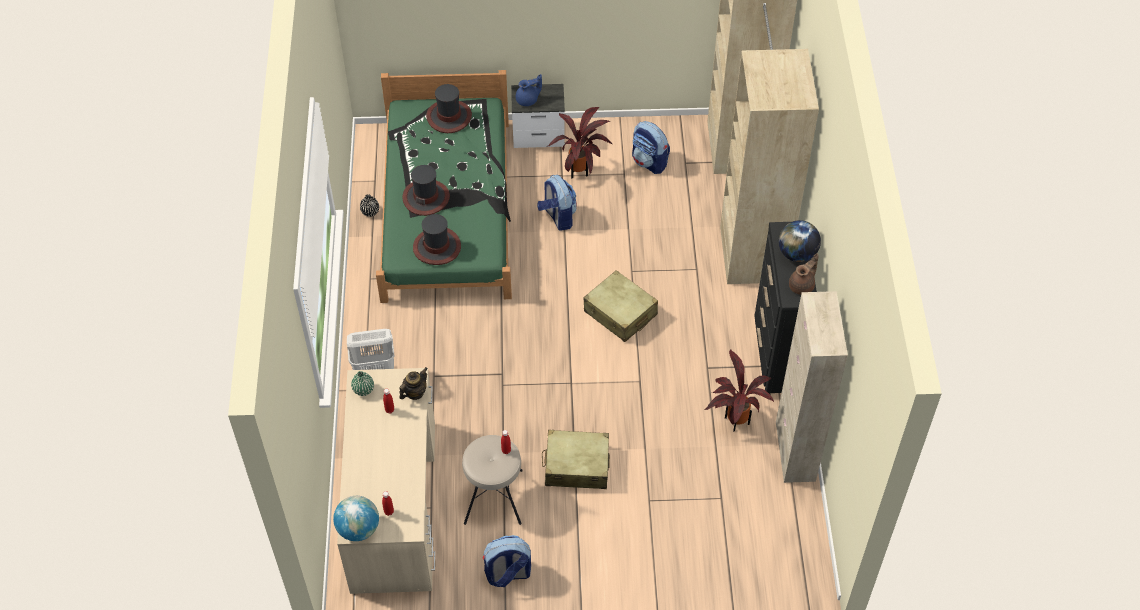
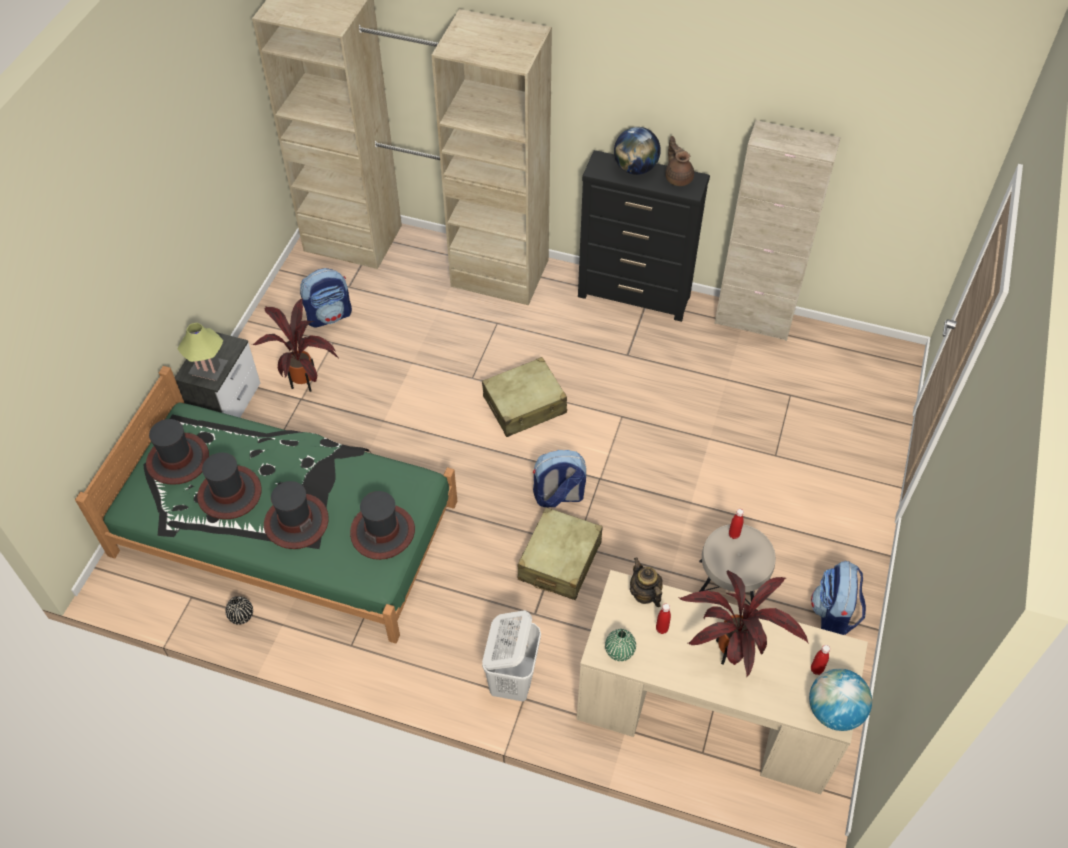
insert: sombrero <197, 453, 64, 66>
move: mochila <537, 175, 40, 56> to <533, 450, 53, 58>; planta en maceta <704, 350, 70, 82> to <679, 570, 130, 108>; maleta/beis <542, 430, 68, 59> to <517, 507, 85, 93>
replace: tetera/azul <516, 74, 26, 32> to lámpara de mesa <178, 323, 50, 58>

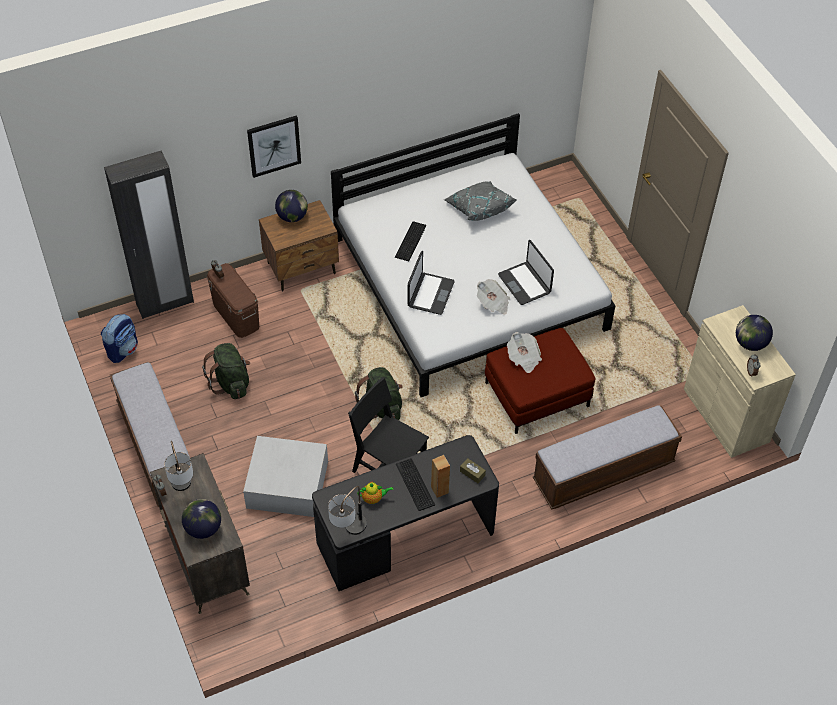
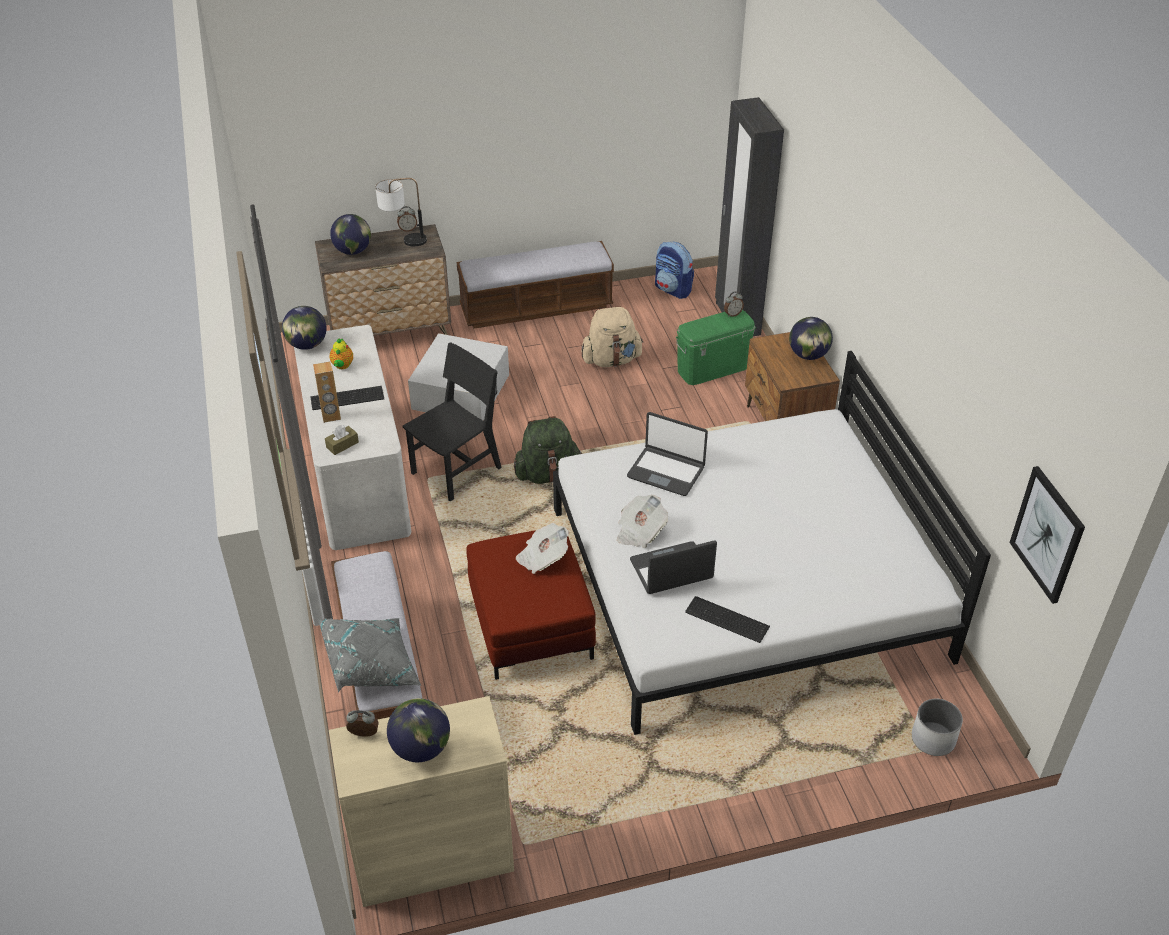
insert: maceta/blanco <912, 699, 51, 57>
move: cuadro <247, 115, 54, 63> to <1010, 466, 75, 138>; cojín/gris <444, 181, 73, 40> to <318, 618, 104, 74>; teclado <395, 221, 32, 40> to <685, 596, 85, 47>
replace: lámpara de mesa <328, 486, 39, 49> to globo terráqueo <282, 306, 45, 44>
recolor: caja de almacenaje/marrón <207, 263, 52, 75> to caja de almacenaje/verde <676, 310, 80, 75>; mochila/verde <202, 343, 48, 56> to mochila/beis <581, 306, 62, 61>; escritorio/negro <312, 435, 187, 156> to escritorio/blanco <294, 325, 117, 225>

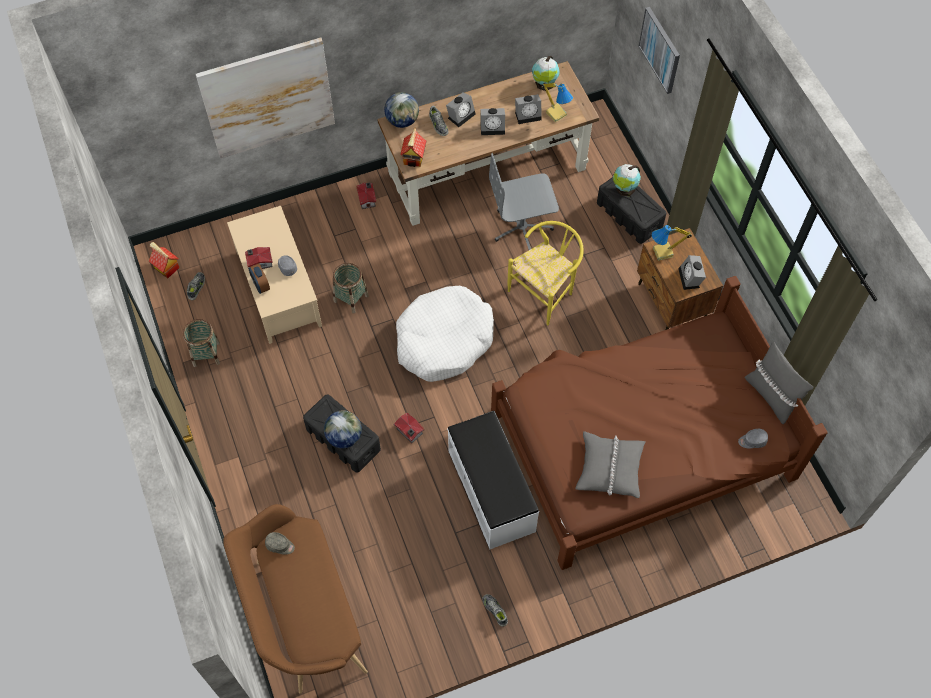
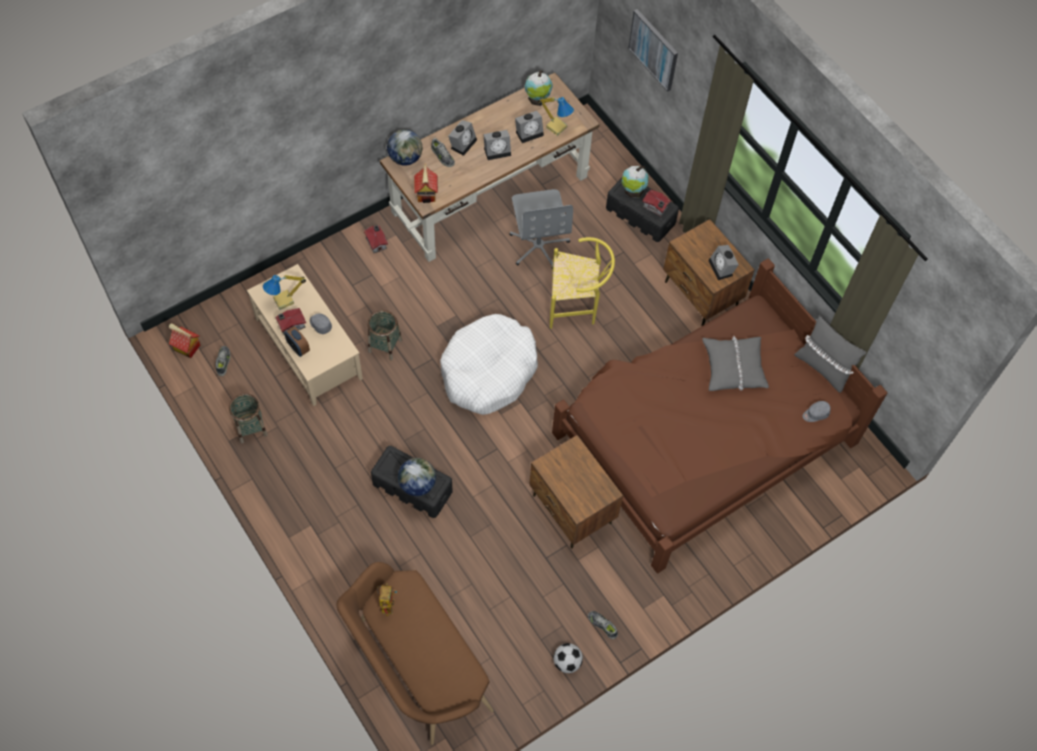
delete: cuadro <196, 37, 139, 122>
insert: balón de fútbol <553, 643, 30, 30>
move: lámpara de mesa <652, 225, 40, 36> to <263, 275, 43, 35>; casita <394, 413, 31, 30> to <642, 190, 29, 27>; cojín/gris <575, 431, 71, 67> to <702, 336, 67, 55>
replace: banco/blanco <447, 411, 92, 139> to mesita de noche/marrón <529, 435, 94, 114>; gorra/gris <265, 532, 30, 23> to robot de juguete <377, 583, 20, 33>
rotate: silla de oficina/gris <489, 153, 70, 98> = <509, 189, 64, 81> 75 degrees counterclockwise; silla/amarillo <508, 221, 76, 104> = <550, 237, 65, 92> 60 degrees clockwise

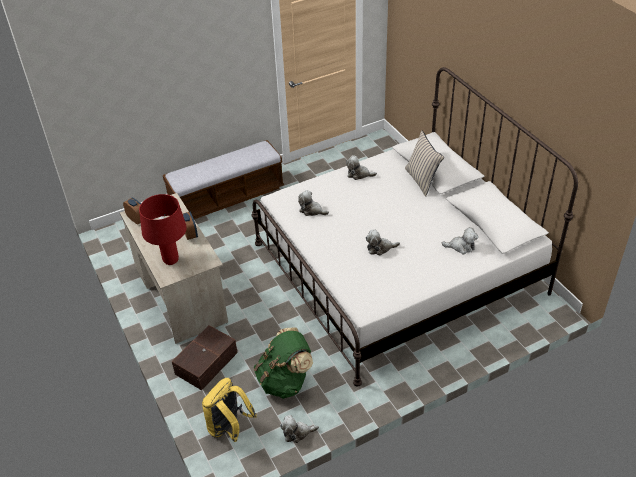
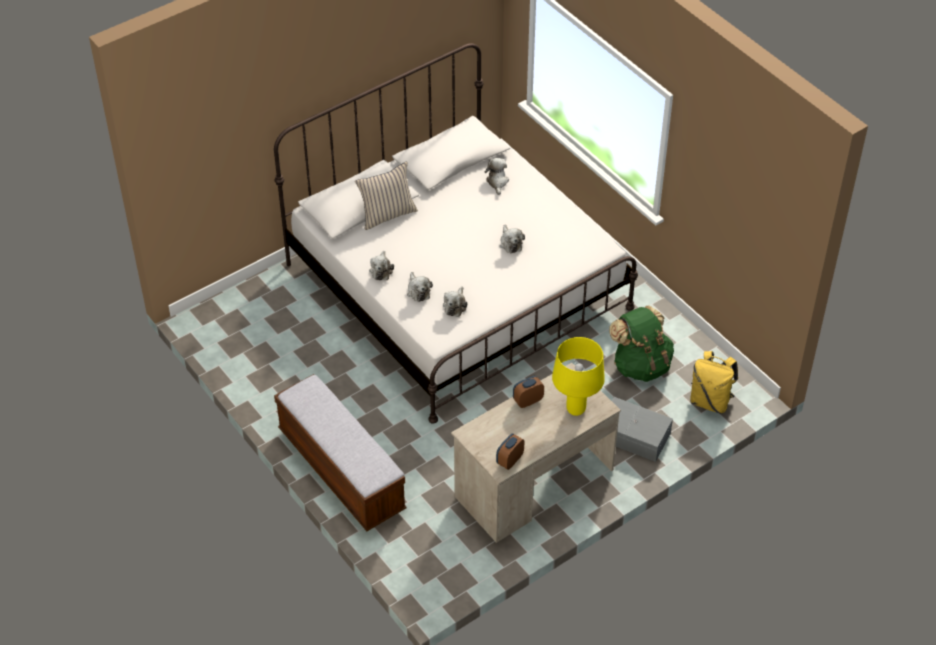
move: peluche <280, 415, 39, 28> to <407, 272, 26, 30>
recolor: lámpara de mesa/rojo <139, 194, 48, 71> to lámpara de mesa/amarillo <552, 337, 53, 79>; caja de almacenaje/marrón <172, 325, 65, 65> to caja de almacenaje/gris <612, 397, 61, 65>

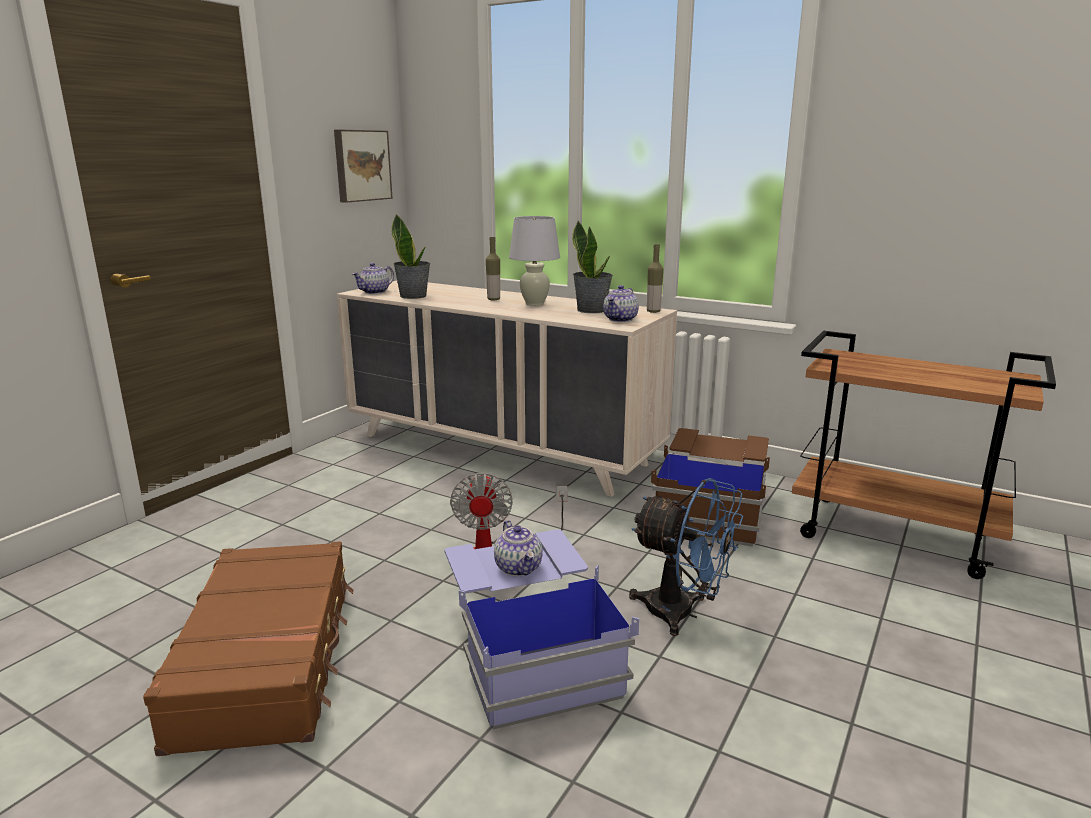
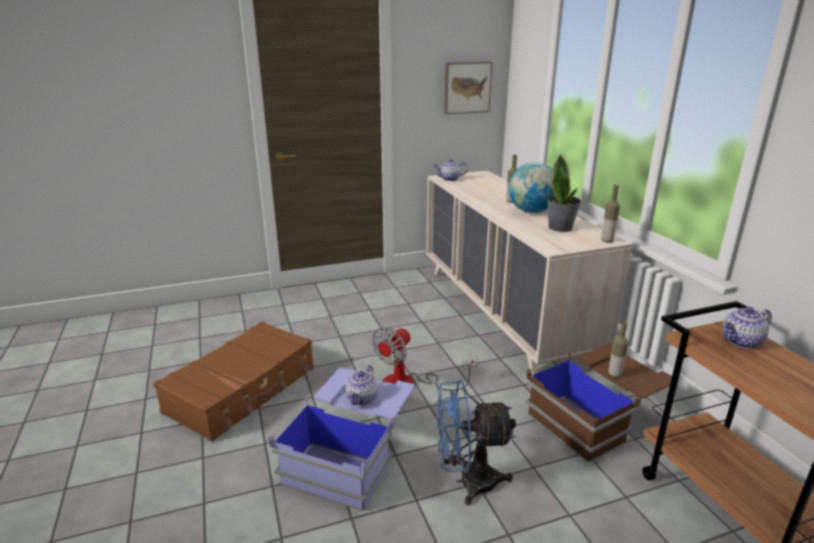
delete: planta en maceta <391, 214, 39, 85>
insert: botella <608, 321, 20, 57>
move: tetera <603, 285, 36, 37> to <723, 307, 49, 42>
replace: lámpara de mesa/blanco <509, 216, 51, 90> to globo terráqueo <509, 162, 45, 51>
rotate: ventilador/azul <629, 478, 114, 158> = <436, 380, 80, 126> 105 degrees clockwise

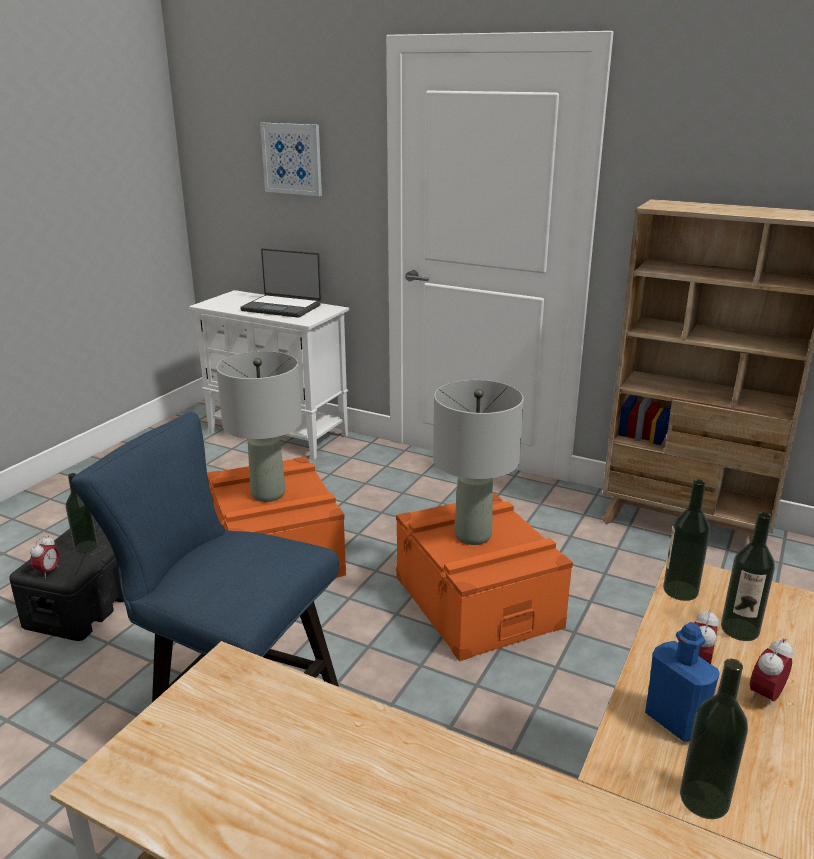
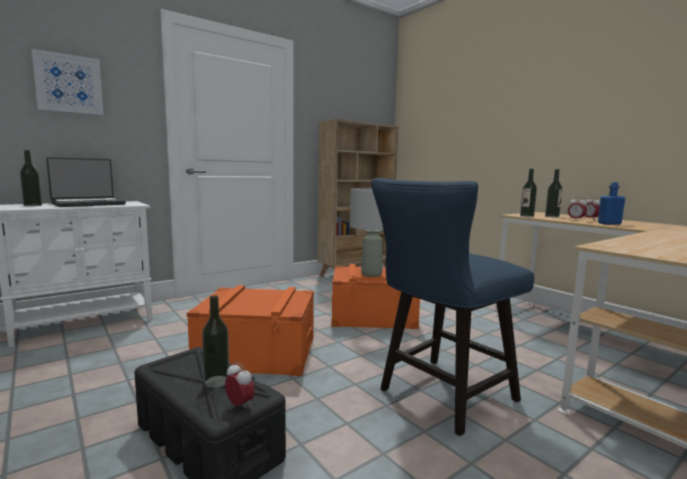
delete: lámpara de mesa/gris <216, 351, 86, 151>
move: botella <680, 659, 68, 160> to <20, 150, 22, 56>

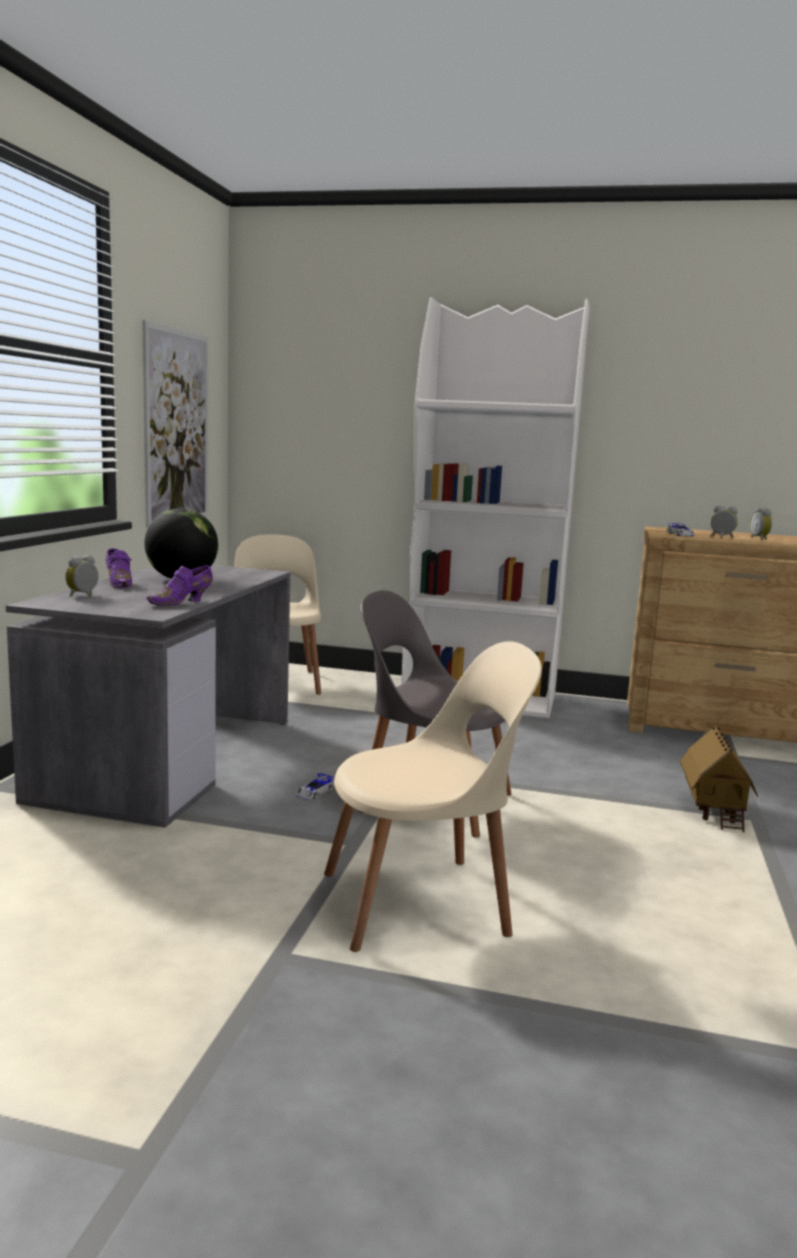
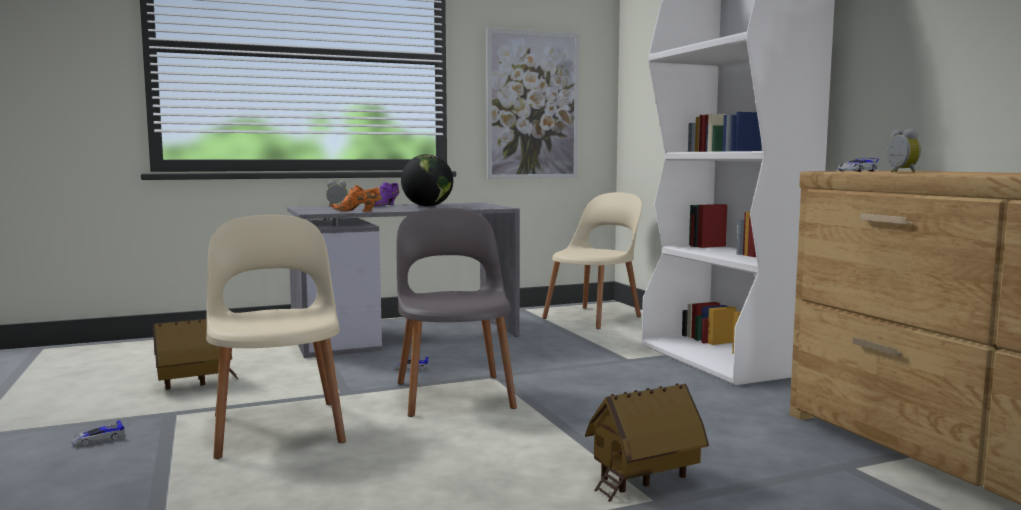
delete: despertador <750, 507, 22, 33>
insert: casita <153, 319, 85, 71>; coche de juguete <71, 420, 54, 26>
recolor: zapato/morado <146, 565, 67, 41> to zapato/naranja <330, 185, 51, 27>
rotate: silla/beis <324, 641, 218, 311> = <206, 215, 140, 244> 150 degrees counterclockwise

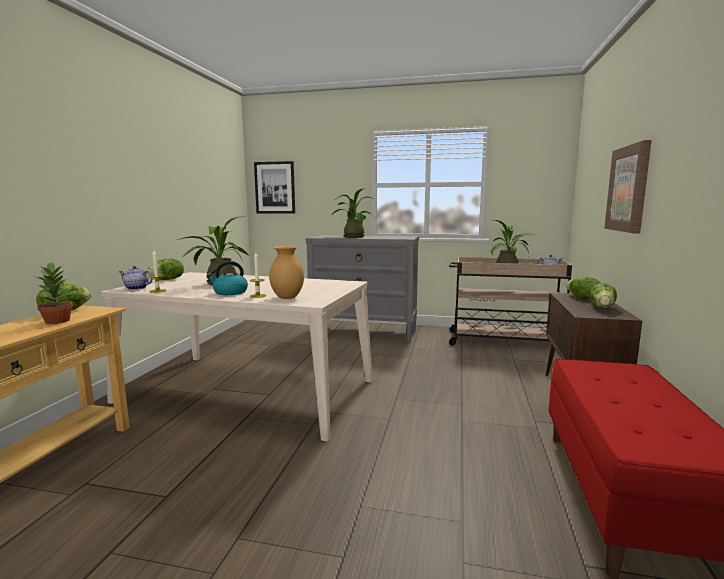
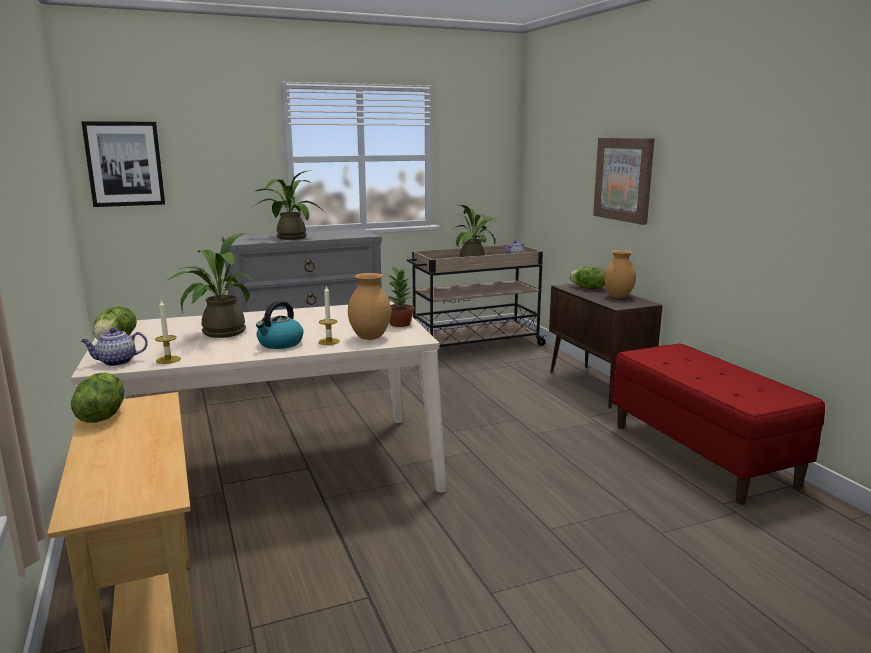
move: planta en maceta <37, 261, 36, 63> to <387, 266, 27, 61>
replace: lechuga <590, 283, 27, 25> to florero/marrón <604, 250, 32, 48>

